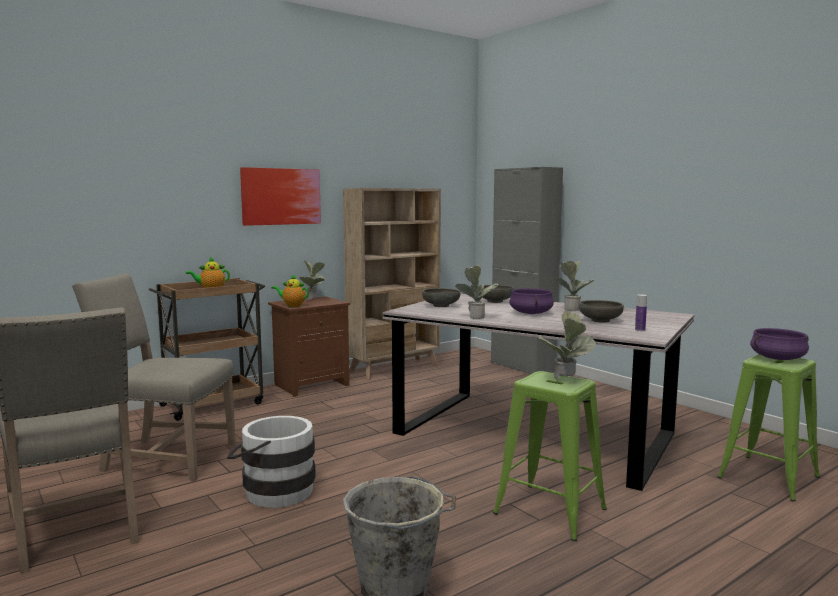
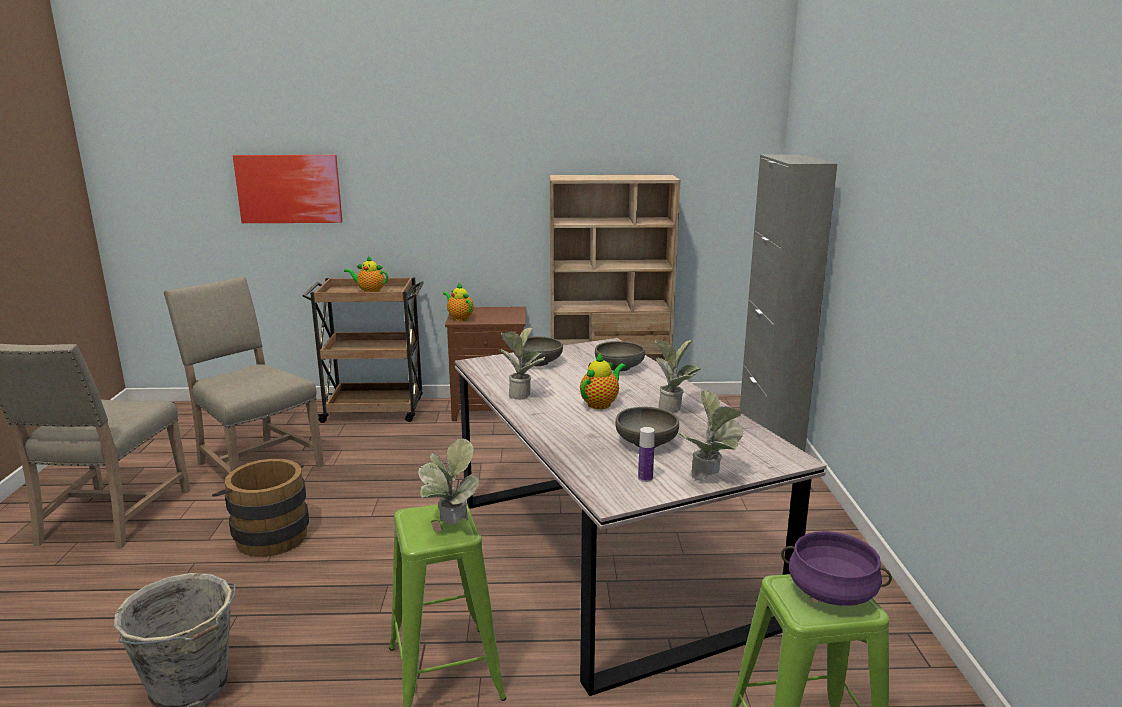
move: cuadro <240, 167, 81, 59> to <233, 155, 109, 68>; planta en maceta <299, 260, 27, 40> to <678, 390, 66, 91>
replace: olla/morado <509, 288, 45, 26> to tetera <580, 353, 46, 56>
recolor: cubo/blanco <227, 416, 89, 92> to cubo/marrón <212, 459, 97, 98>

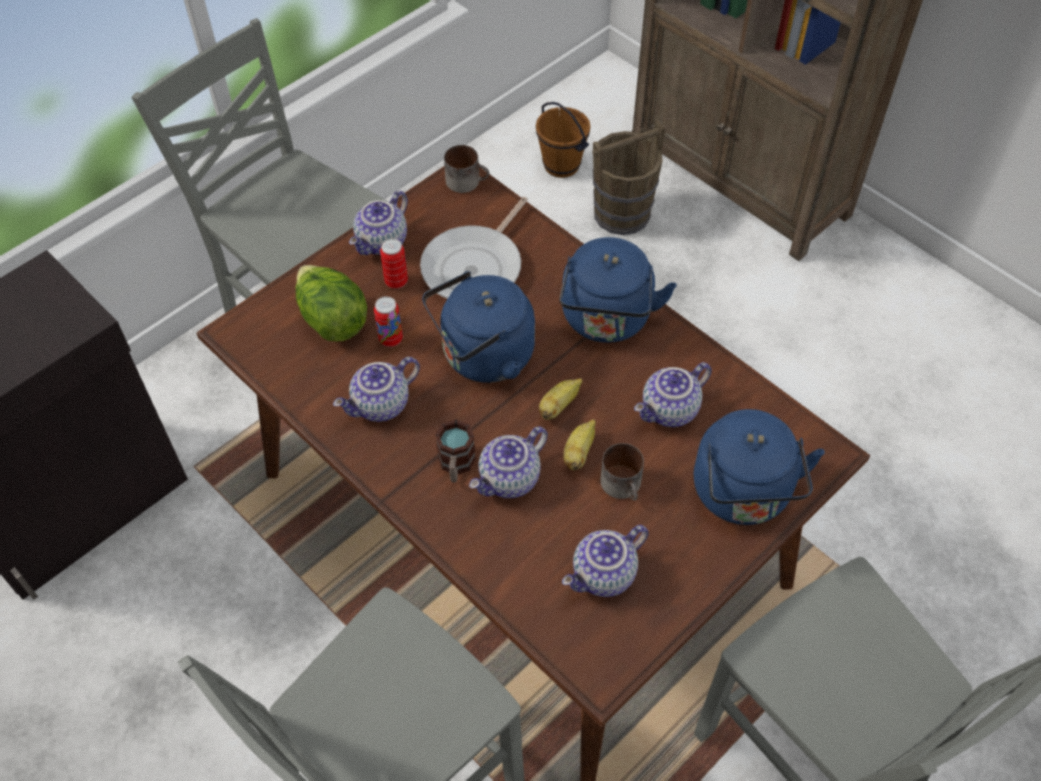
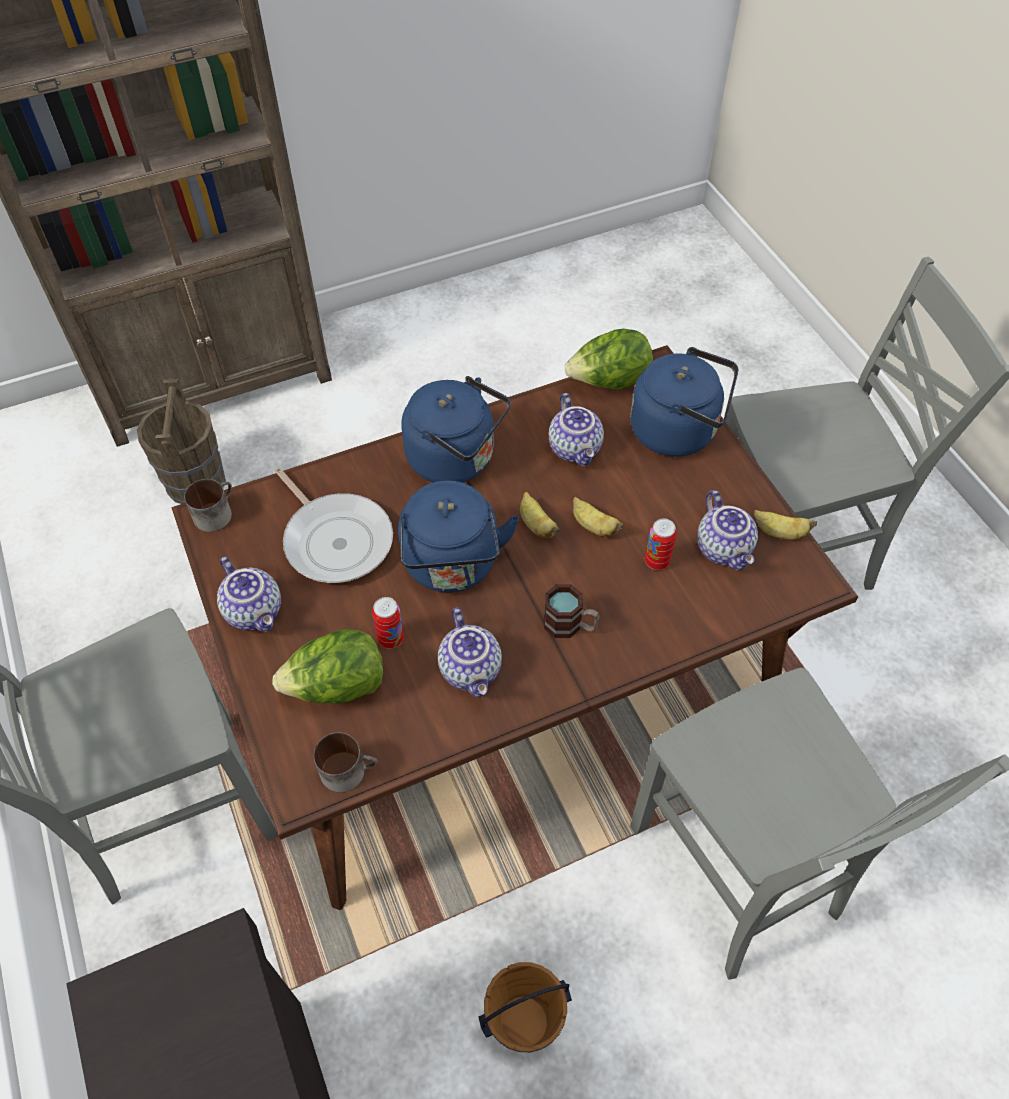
delete: tetera <469, 427, 79, 71>
insert: lechuga <565, 329, 88, 60>; plátano <754, 510, 63, 30>
move: cubo/marrón <536, 102, 55, 76> to <479, 962, 93, 90>; lata <380, 238, 28, 51> to <645, 518, 32, 52>; taza grande <600, 443, 44, 58> to <314, 732, 64, 60>

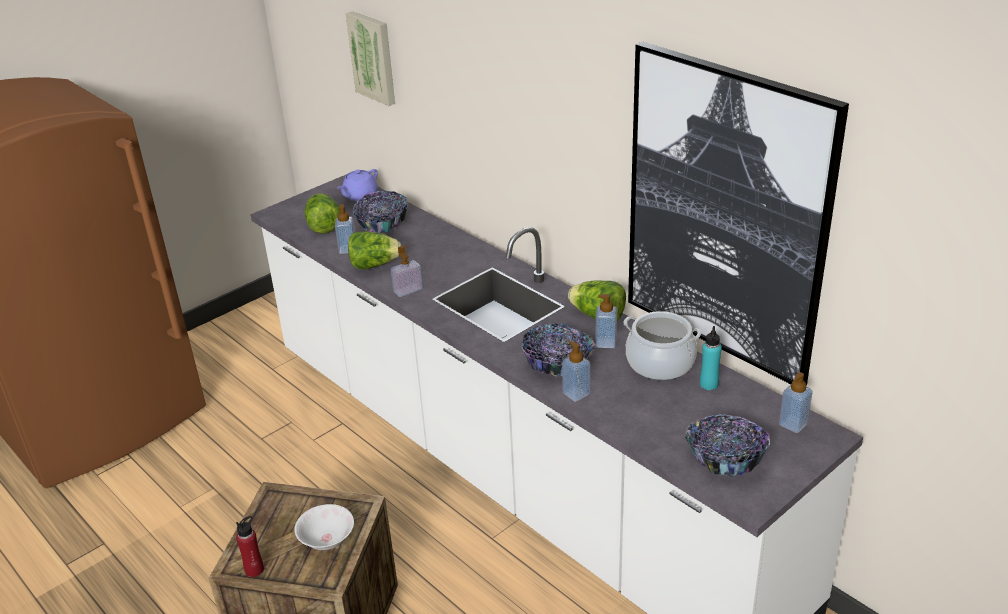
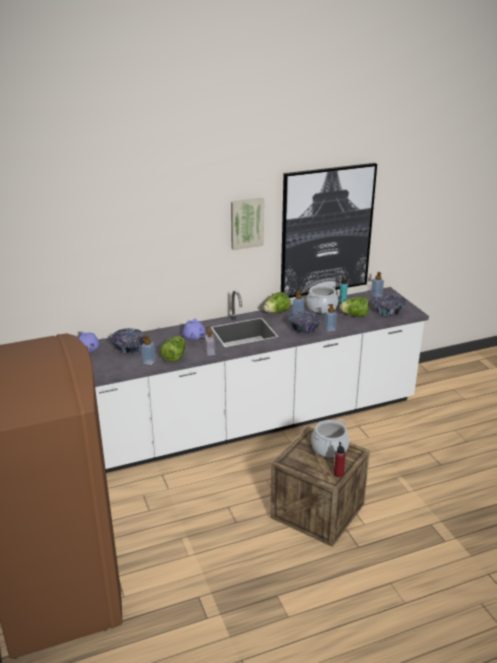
insert: tetera/morado <183, 319, 22, 21>
move: cuadro <346, 11, 49, 95> to <231, 198, 33, 52>; lechuga <305, 193, 35, 41> to <340, 297, 29, 20>
replace: cuenco/blanco <294, 504, 60, 46> to olla <311, 419, 38, 39>

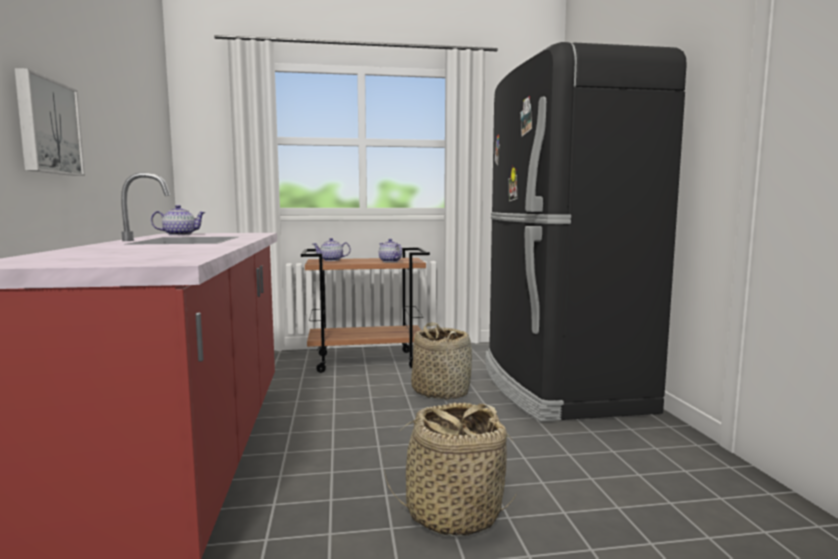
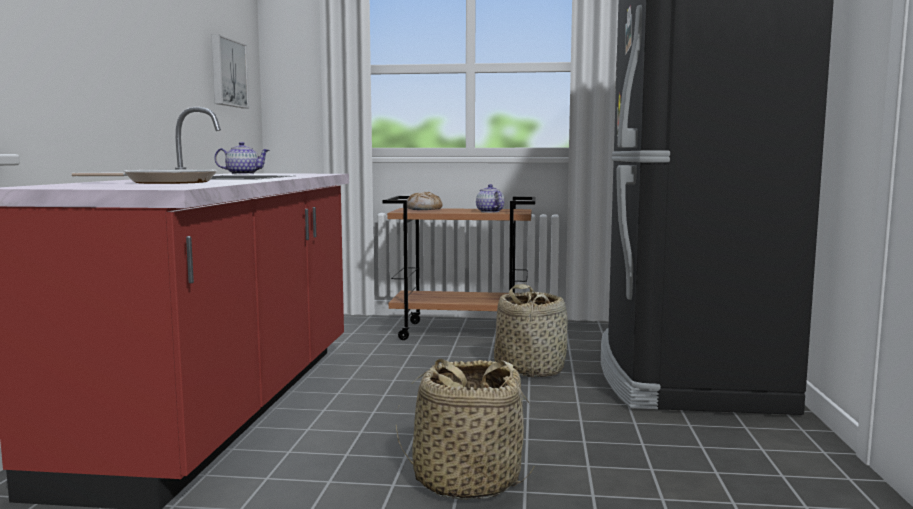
insert: sartén <72, 169, 145, 15>
move: cuadro <14, 68, 71, 108> to <211, 35, 38, 73>
replace: tetera <313, 238, 38, 23> to pan <407, 192, 35, 18>

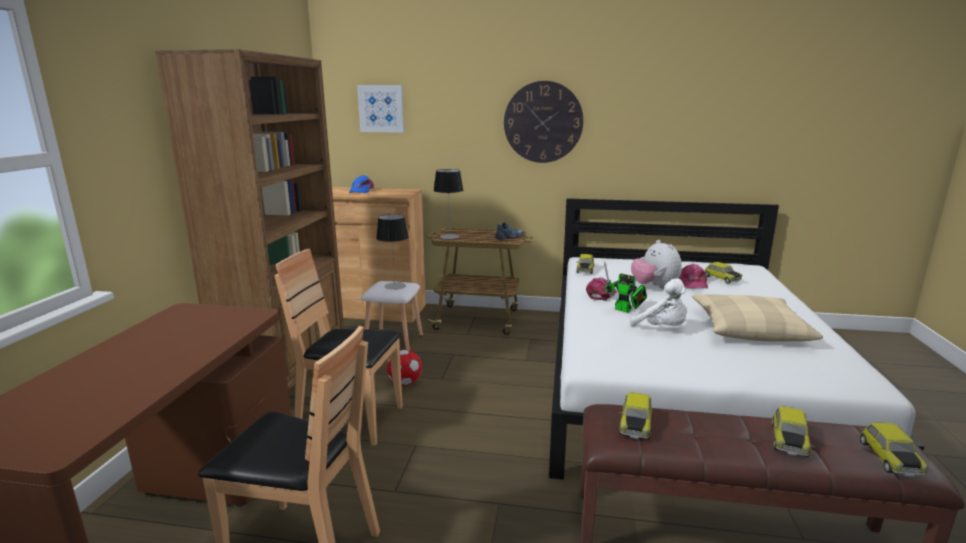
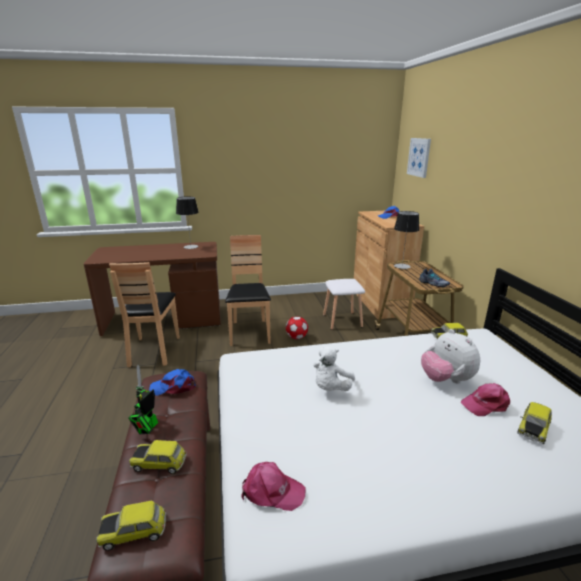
delete: estantería/marrón <155, 49, 189, 341>; reloj de pared <504, 81, 79, 82>; cojín/beis <692, 294, 131, 48>
move: lámpara de mesa <376, 214, 32, 76> to <176, 196, 23, 53>; robot de juguete <604, 262, 43, 51> to <128, 365, 30, 69>; gorra/rosa <586, 277, 31, 23> to <241, 462, 65, 49>
replace: coche de juguete <619, 392, 33, 47> to gorra/azul <149, 369, 47, 27>
rotate: peluche <631, 240, 51, 49> = <421, 329, 59, 54> 75 degrees counterclockwise

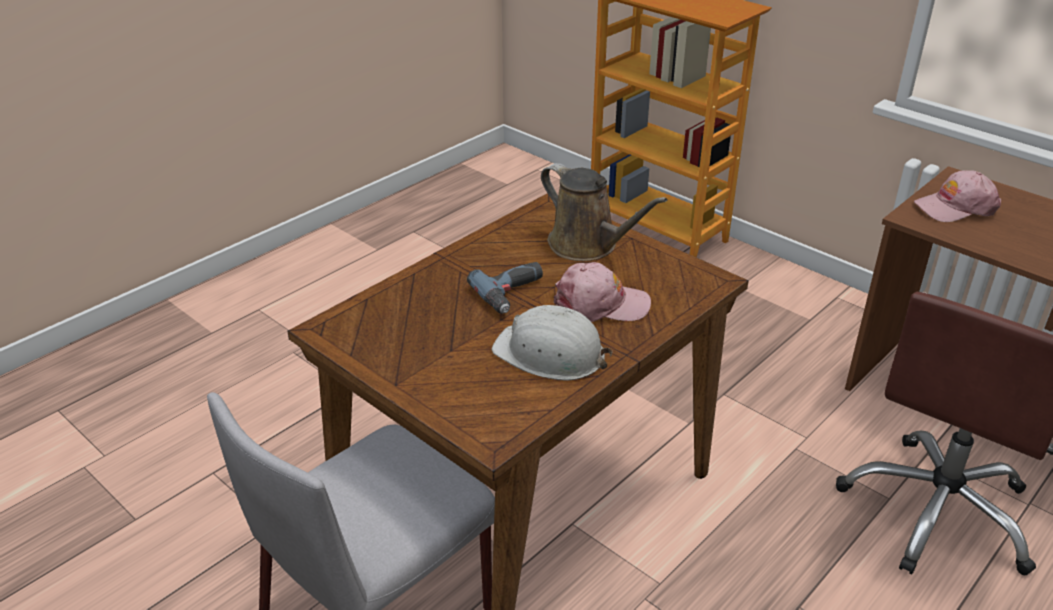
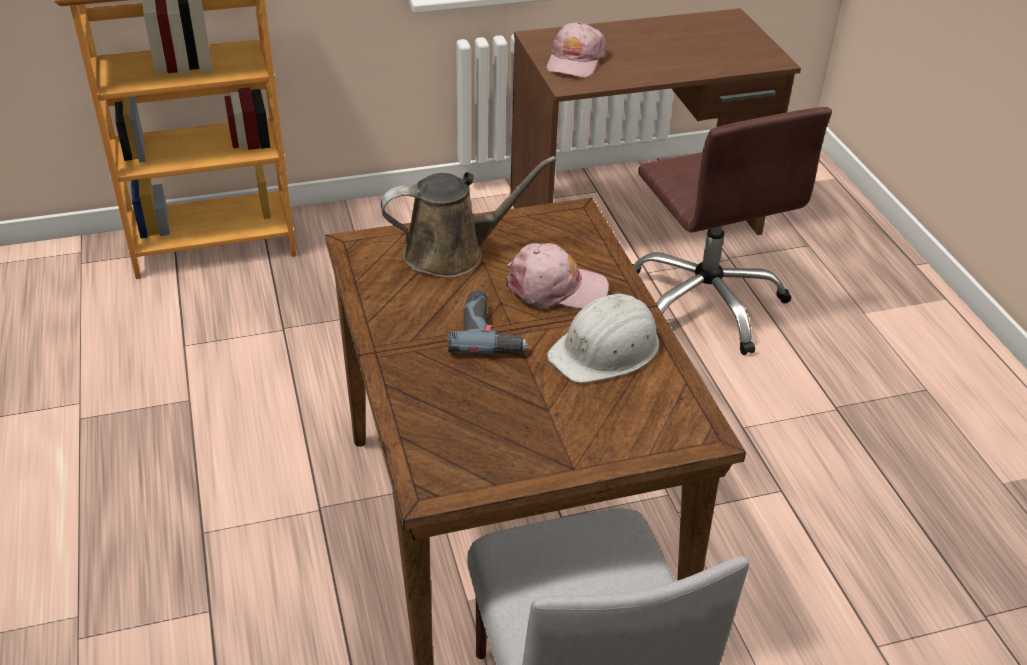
rotate: gorra/rosa <554, 262, 97, 60> = <505, 243, 104, 65> 60 degrees clockwise

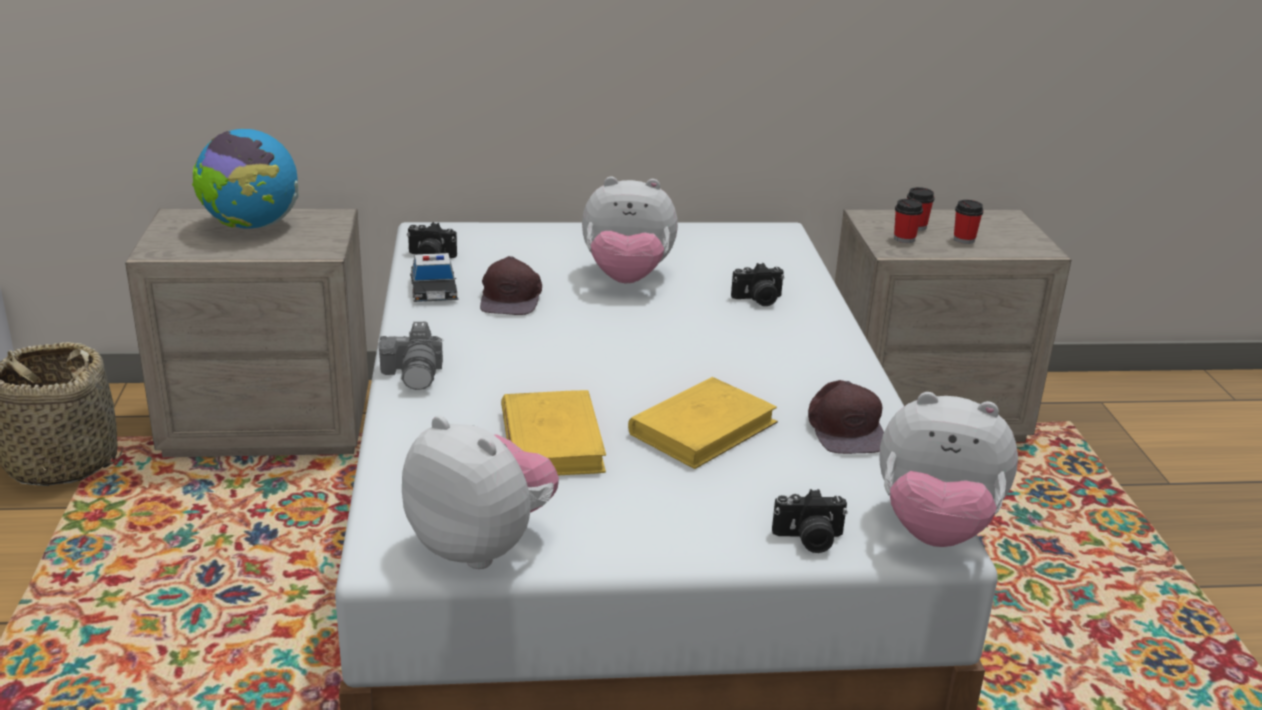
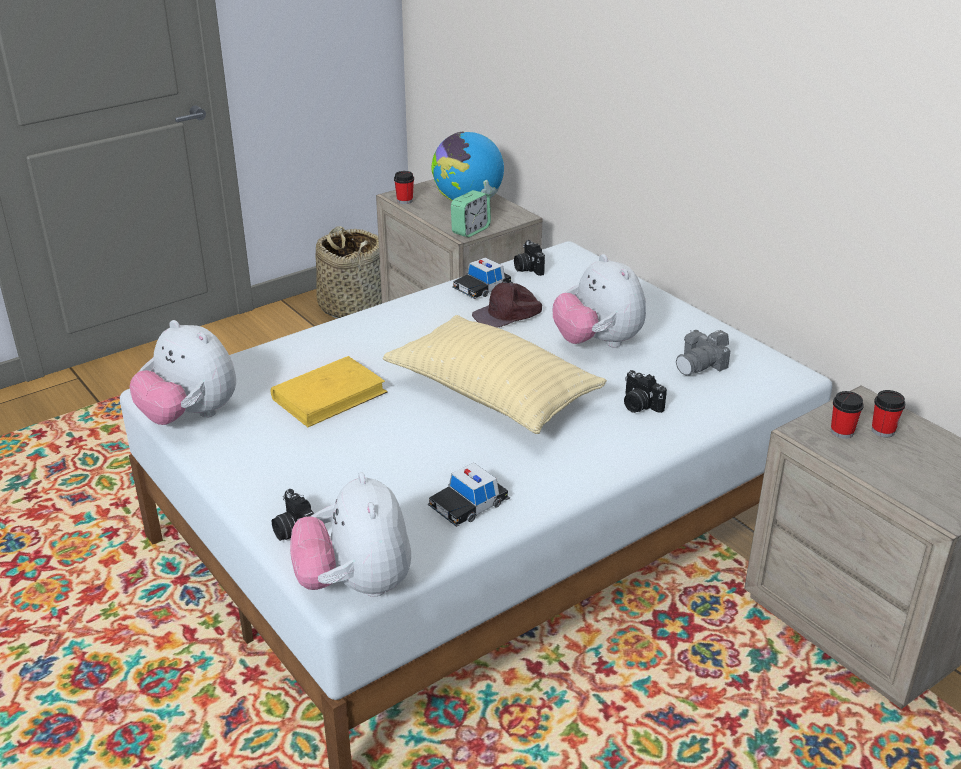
delete: libro/amarillo <628, 377, 150, 92>
insert: despertador <451, 190, 40, 47>; cojín/beis <383, 315, 224, 119>
move: taza <954, 200, 29, 44> to <394, 171, 20, 33>; cámara <378, 322, 65, 68> to <676, 330, 55, 46>
replace: gorra/marrón <808, 380, 76, 74> to coche de juguete <428, 463, 82, 64>
rotate: peluche <402, 415, 157, 154> = <130, 320, 106, 105> 120 degrees clockwise

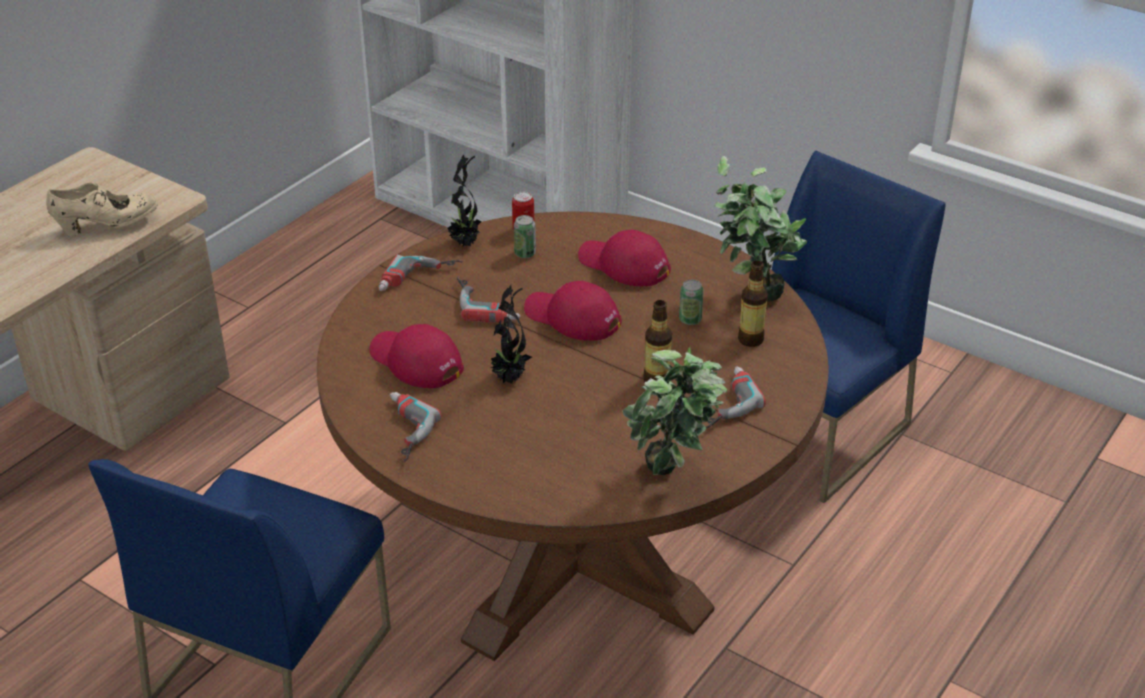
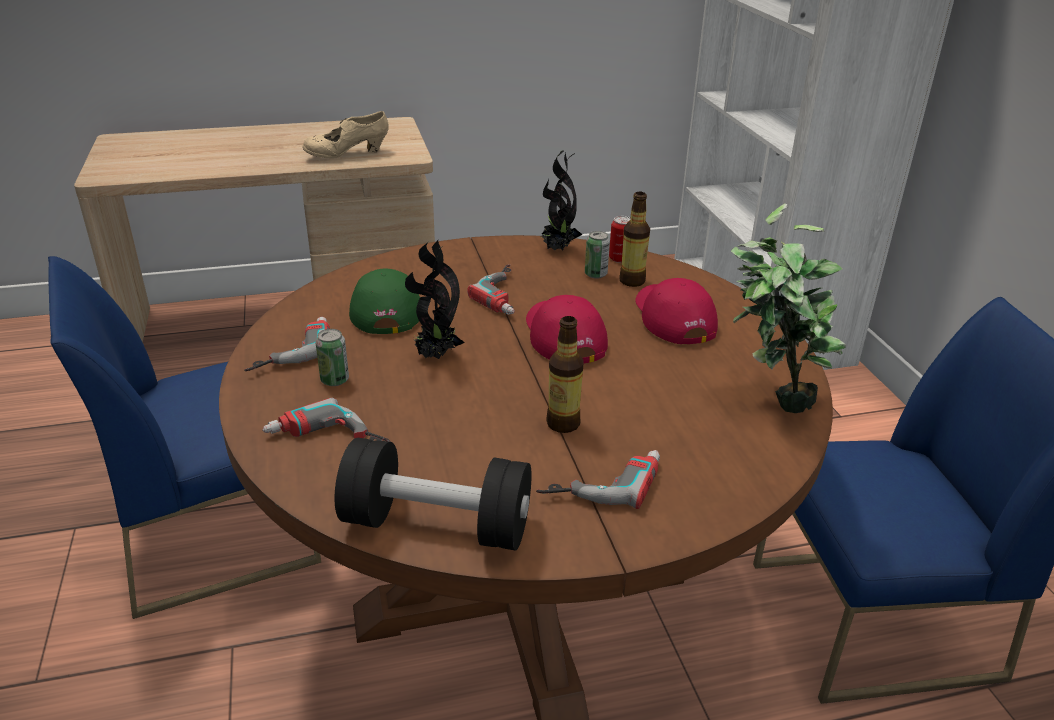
move: taladro <379, 254, 84, 37> to <262, 398, 129, 44>; botella <738, 261, 30, 86> to <619, 192, 31, 95>; lata <679, 280, 25, 45> to <316, 329, 33, 57>
replace: planta en maceta <622, 348, 105, 127> to mancuerna/negro <335, 438, 196, 113>
recolor: gorra/rojo <369, 324, 95, 64> to gorra/verde <349, 268, 71, 66>
rotate: zapato/beis <46, 182, 112, 54> = <303, 111, 86, 48> 135 degrees clockwise

